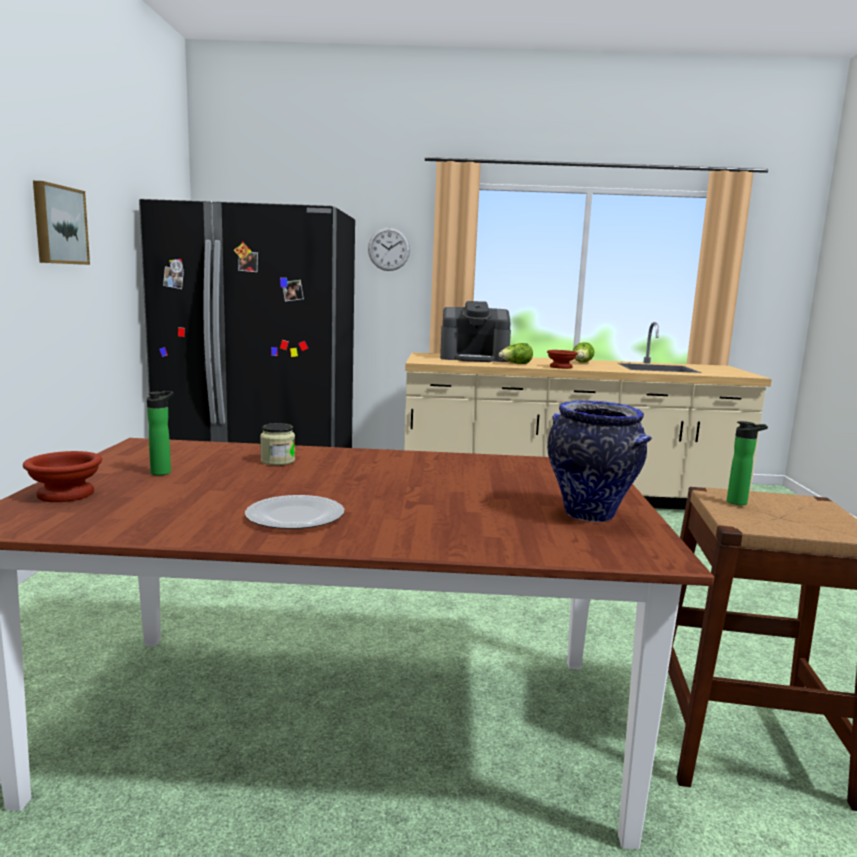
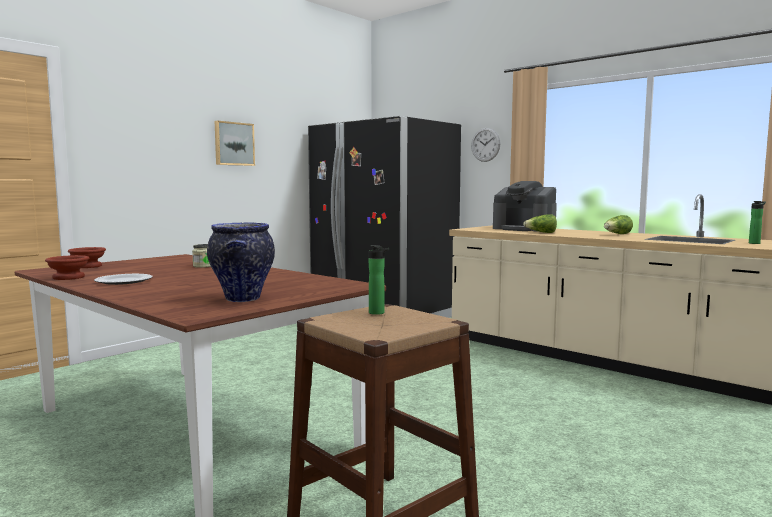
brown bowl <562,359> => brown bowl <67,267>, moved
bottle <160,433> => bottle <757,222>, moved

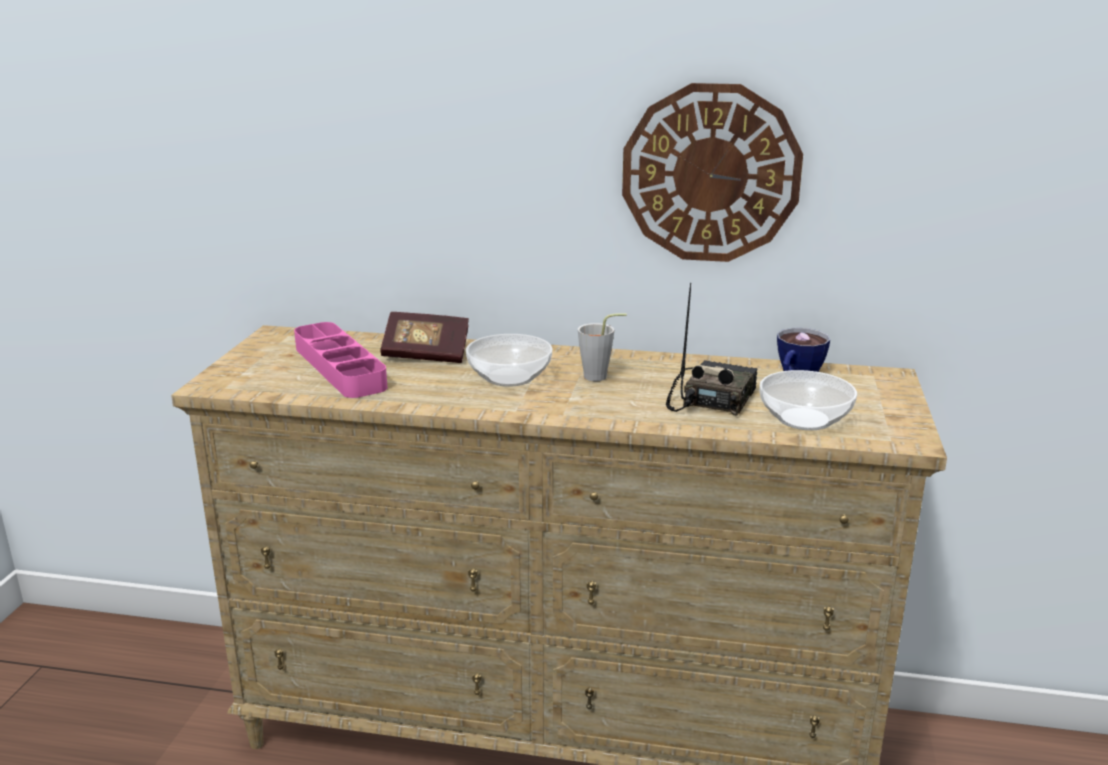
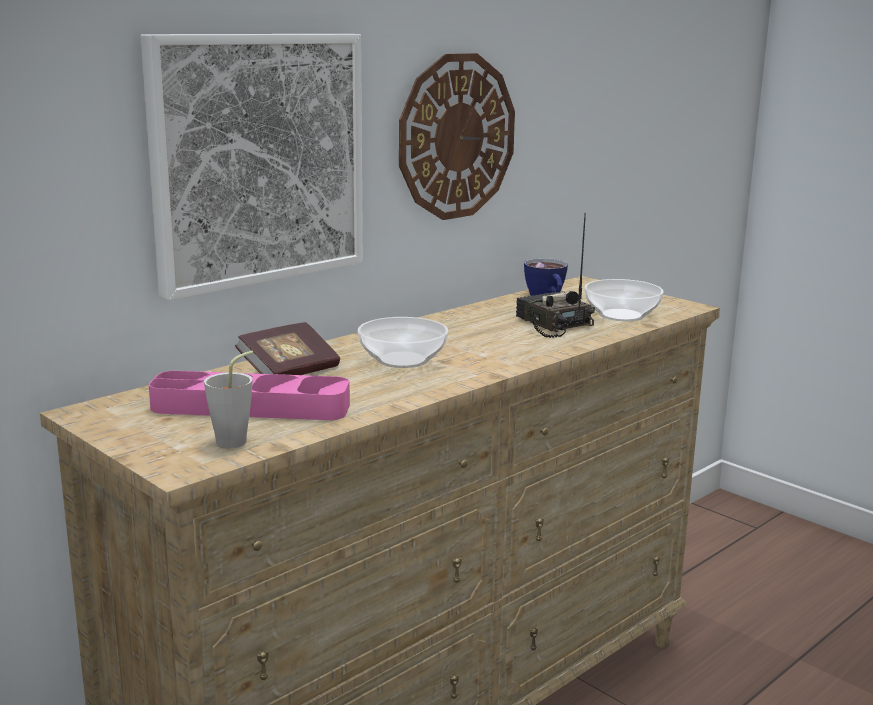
nothing => picture <251,167>
grey cup <602,347> => grey cup <228,399>, moved

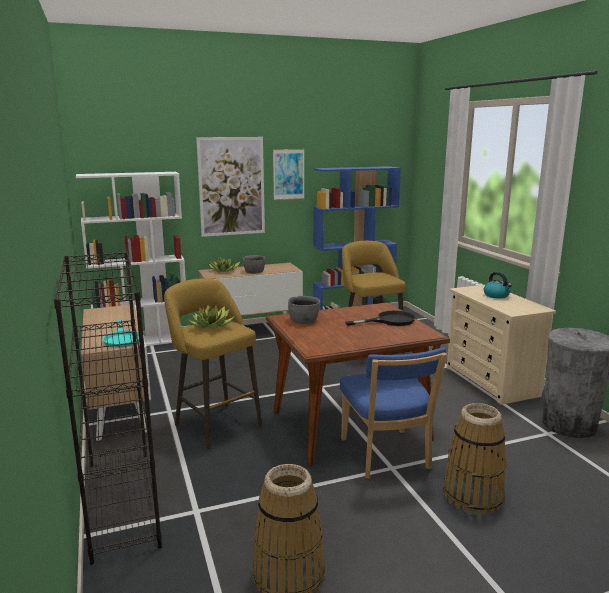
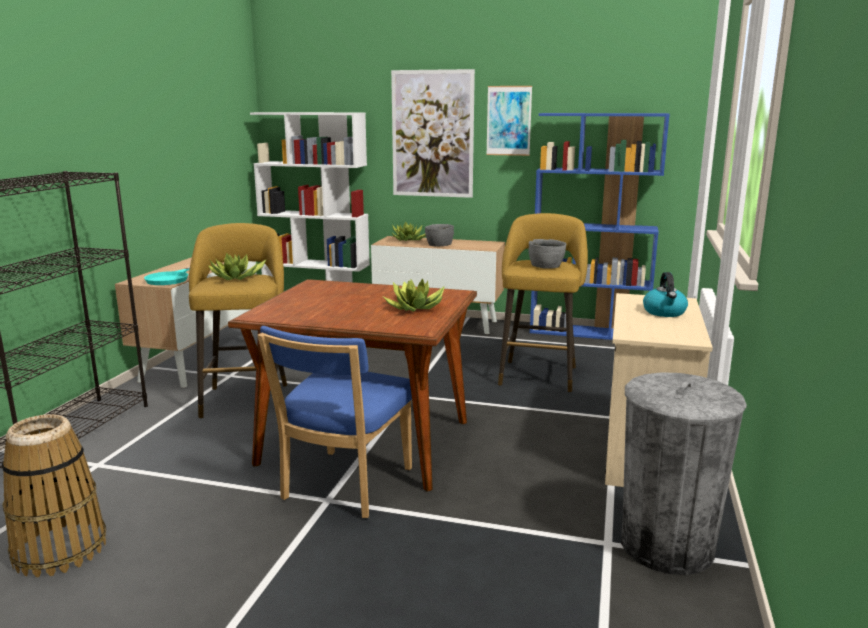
black frying pan <380,318> => potted plant <414,295>
grey bowl <304,310> => grey bowl <547,254>, moved
basket <475,459> => nothing

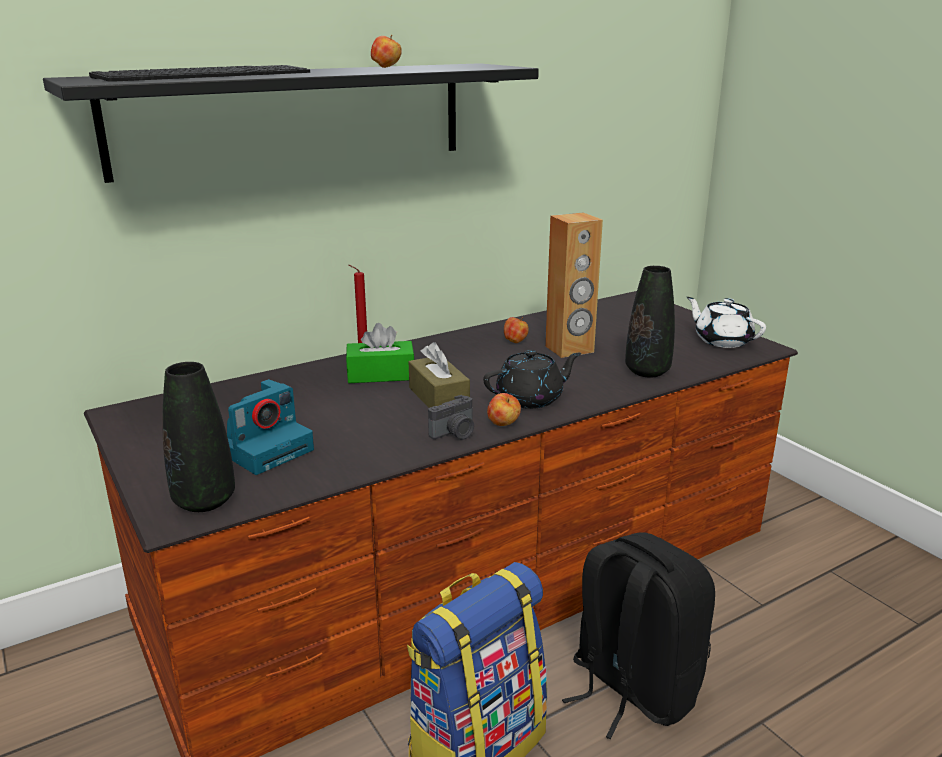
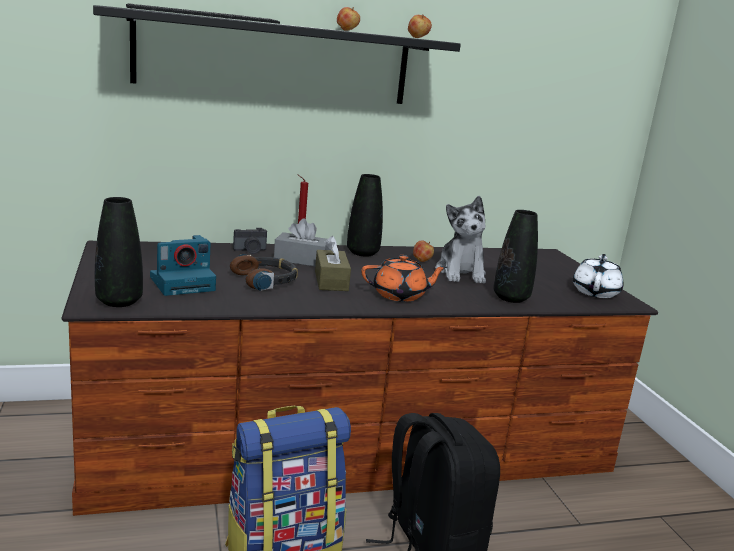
nothing => headphones <264,272>
photo camera <451,417> => photo camera <250,241>, moved
green tissue box <380,353> => grey tissue box <302,243>
nothing => black vase <365,215>
black teapot <532,379> => orange teapot <404,278>
apple <504,409> => apple <420,26>, moved
brown speaker <574,285> => plush toy <460,239>
white teapot <726,322> => white teapot <598,276>, 45 degrees clockwise

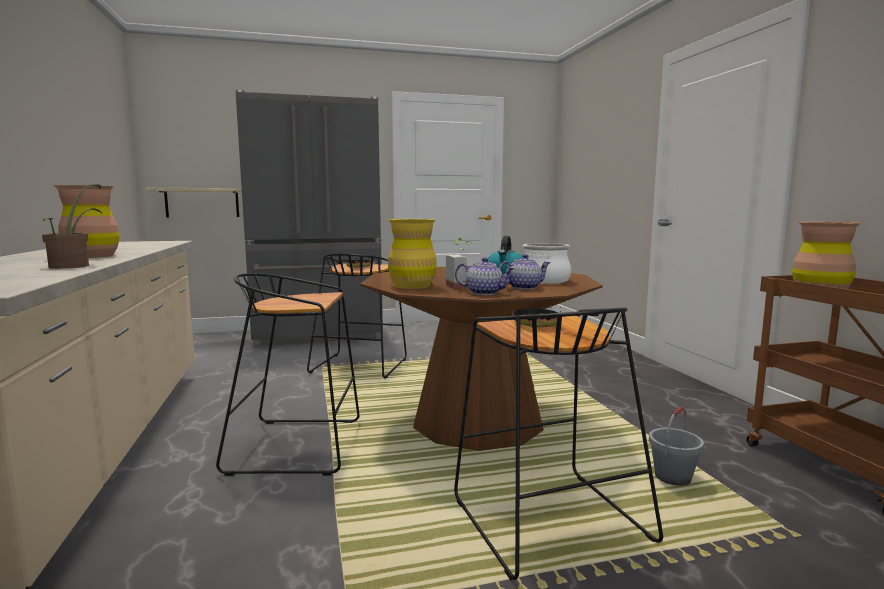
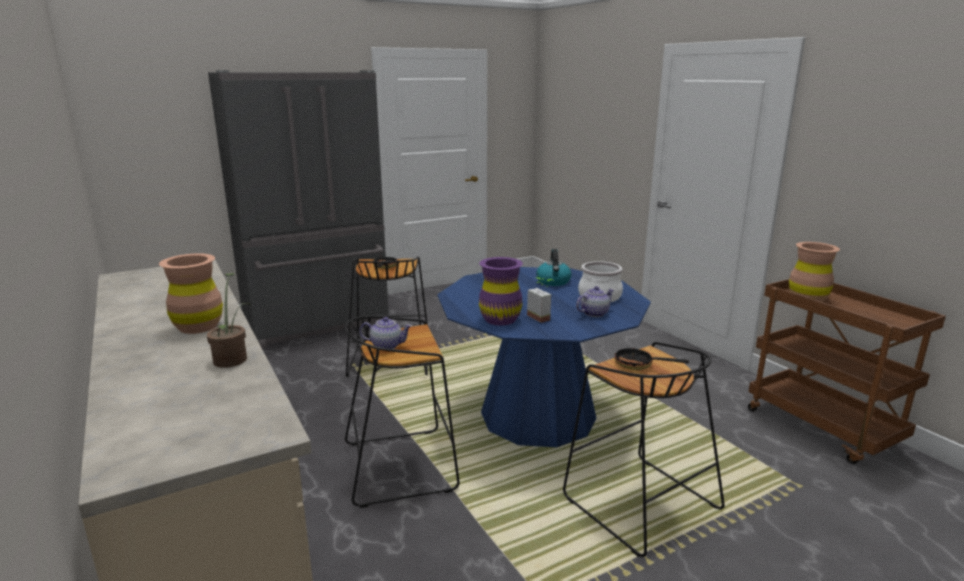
teapot <485,276> => teapot <386,333>, moved
brown dining table <481,358> => blue dining table <544,357>
yellow vase <412,254> => purple vase <501,291>
beige shelf <193,202> => nothing
grey bucket <676,446> => nothing

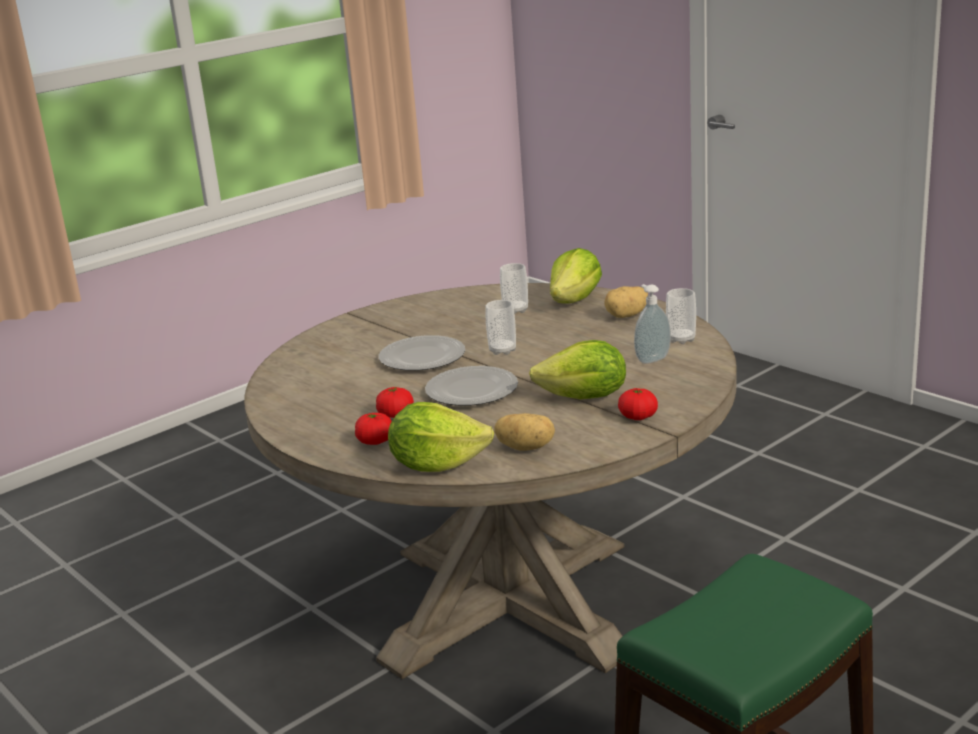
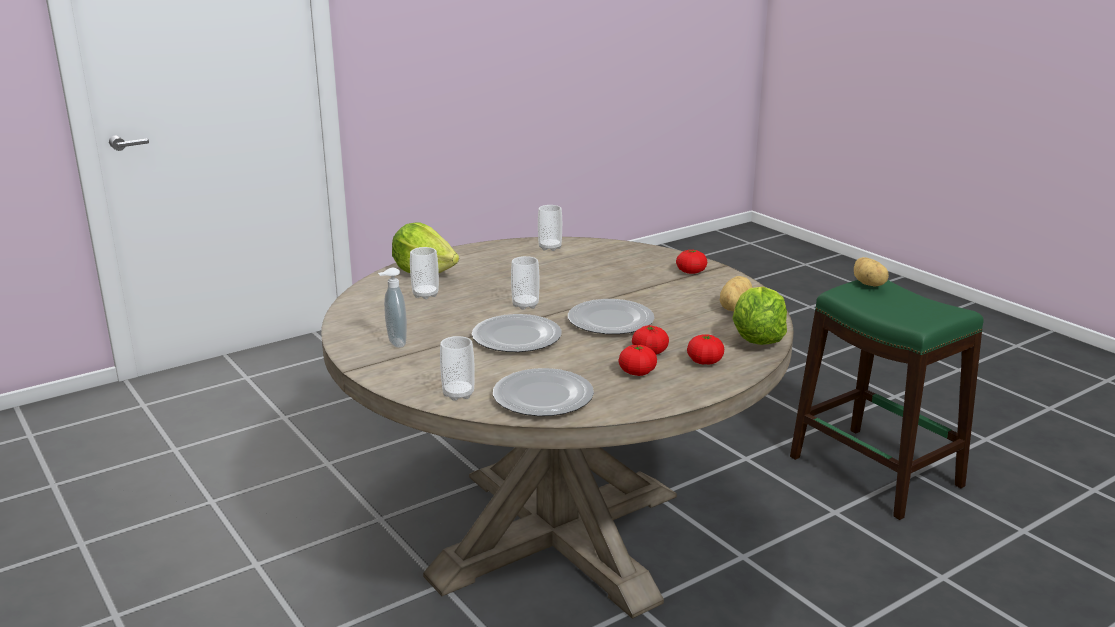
soap dispenser <652,324> => soap dispenser <392,308>, moved
nothing => cup <457,368>
nothing => plate <543,392>
nothing => tomato <638,360>
potato <626,302> => potato <871,272>, moved
lettuce <577,369> => nothing

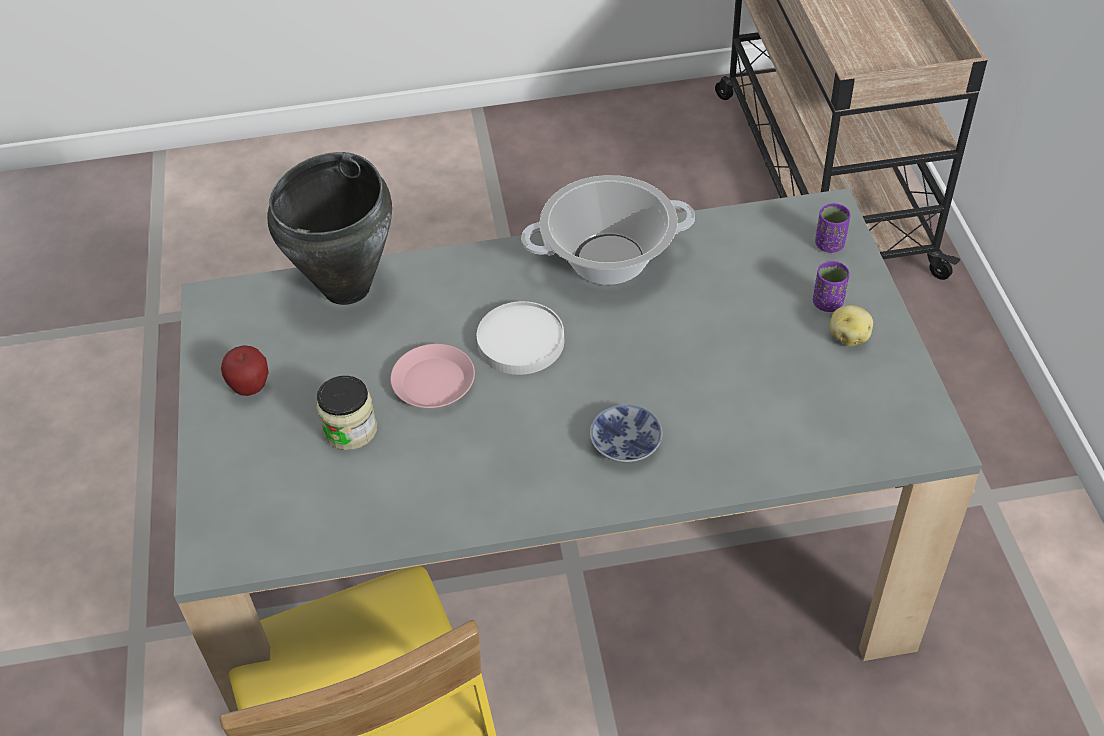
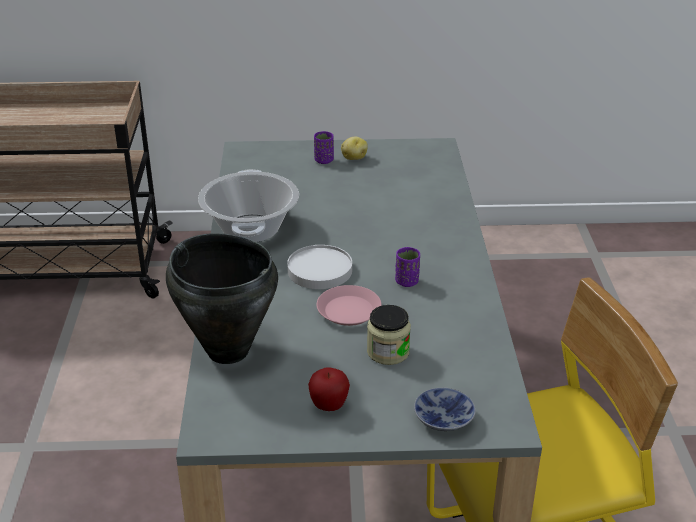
purple cup <833,228> => purple cup <407,267>, moved
bowl <626,434> => bowl <445,409>, moved

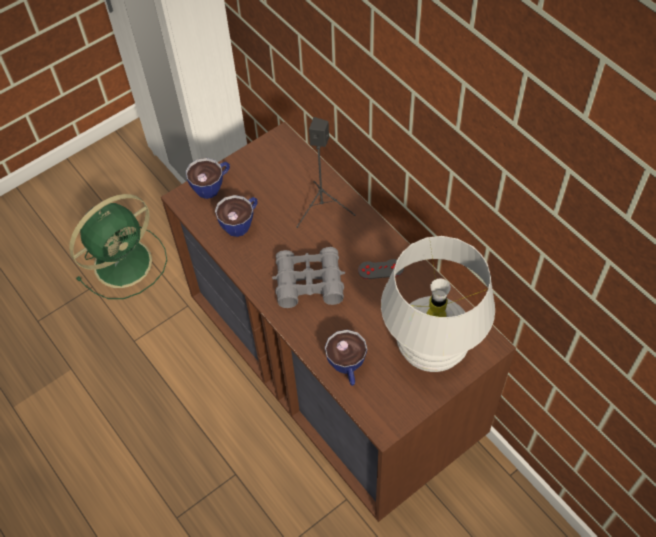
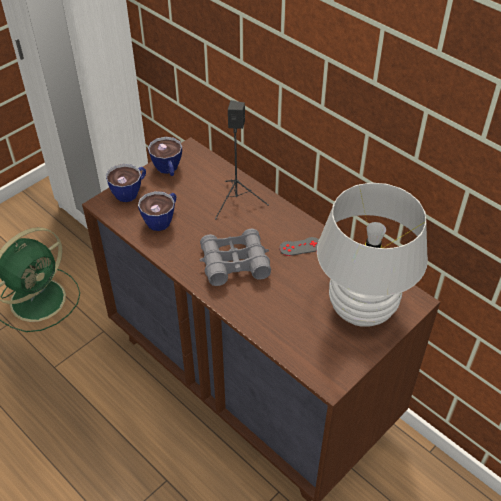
cup <346,358> => cup <165,156>, moved

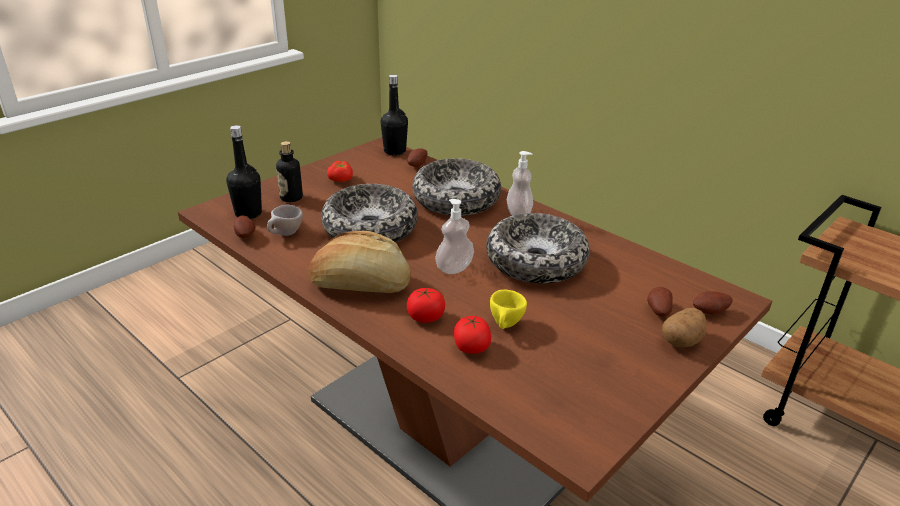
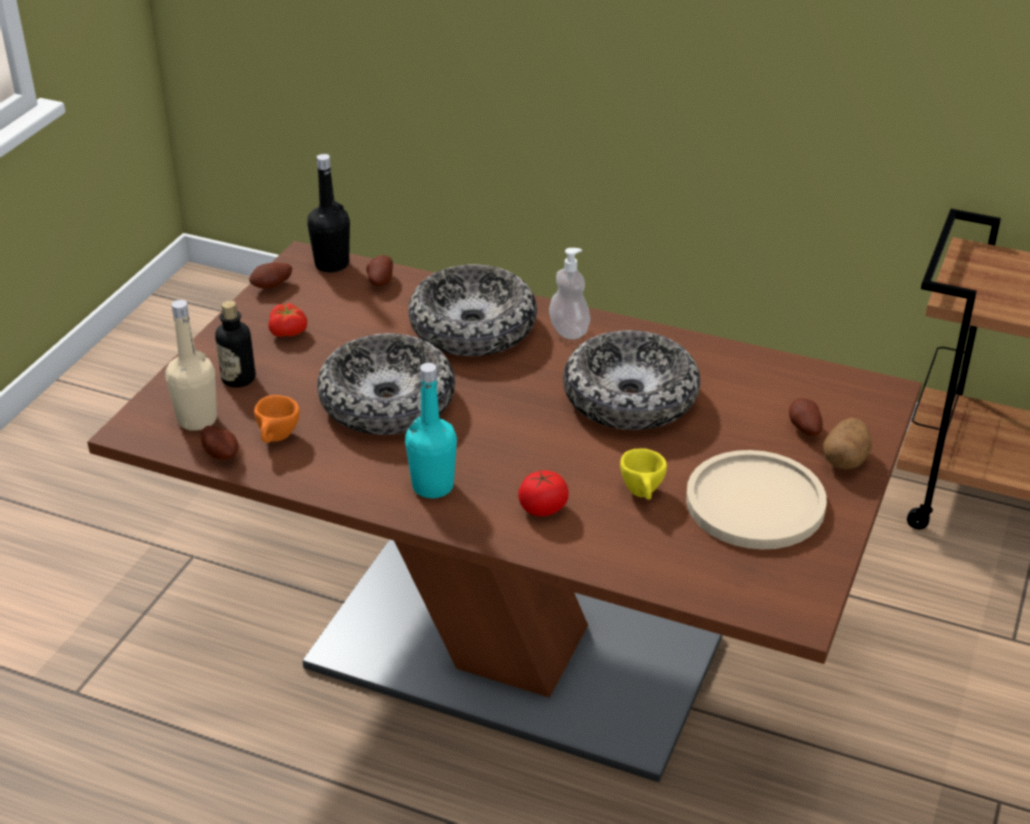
black bottle <244,172> => beige bottle <191,365>
potato <713,302> => potato <270,275>, moved
beige cup <285,220> => orange cup <277,419>
bread <359,262> => turquoise bottle <431,430>
nothing => beige plate <756,500>
soap dispenser <454,236> => nothing
tomato <472,335> => nothing

